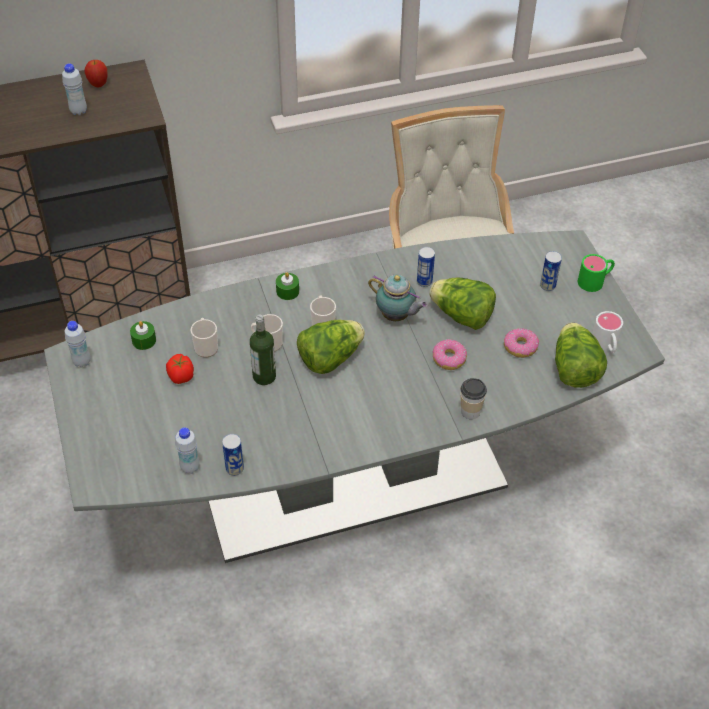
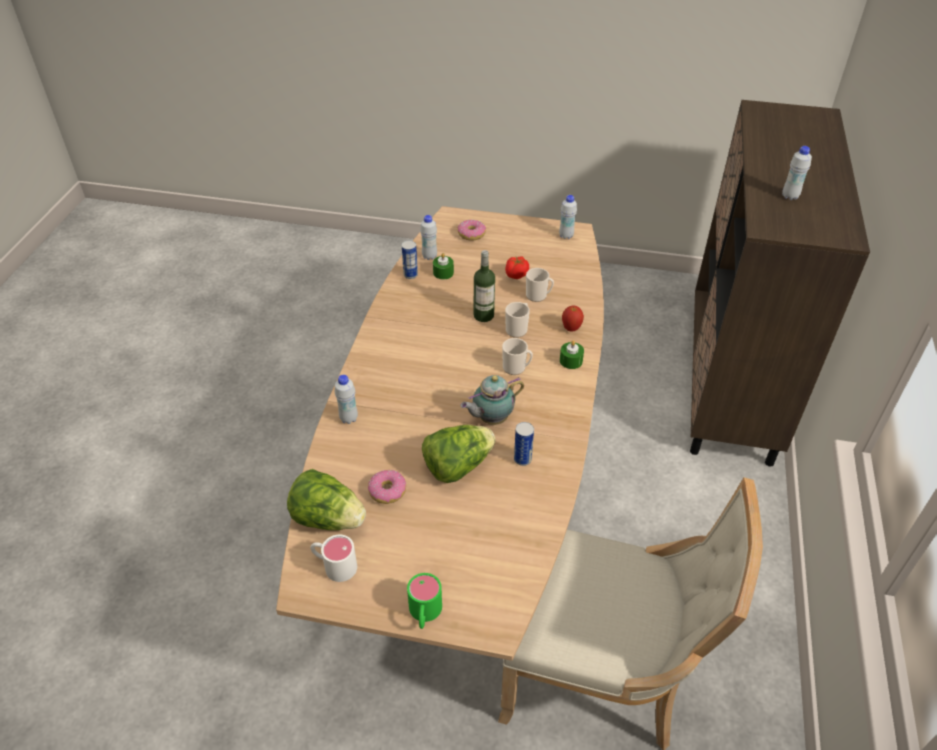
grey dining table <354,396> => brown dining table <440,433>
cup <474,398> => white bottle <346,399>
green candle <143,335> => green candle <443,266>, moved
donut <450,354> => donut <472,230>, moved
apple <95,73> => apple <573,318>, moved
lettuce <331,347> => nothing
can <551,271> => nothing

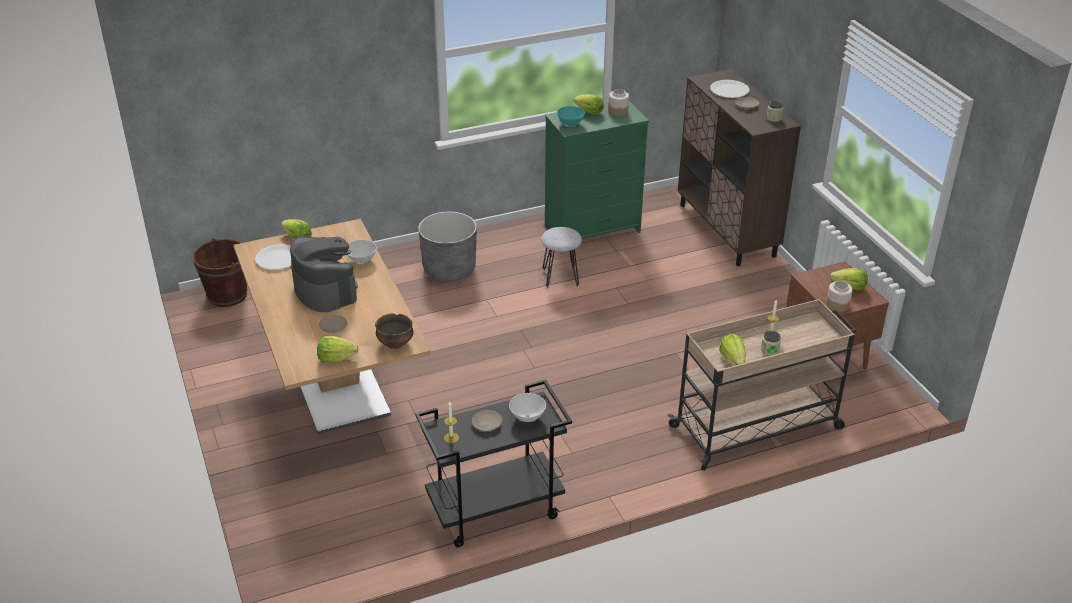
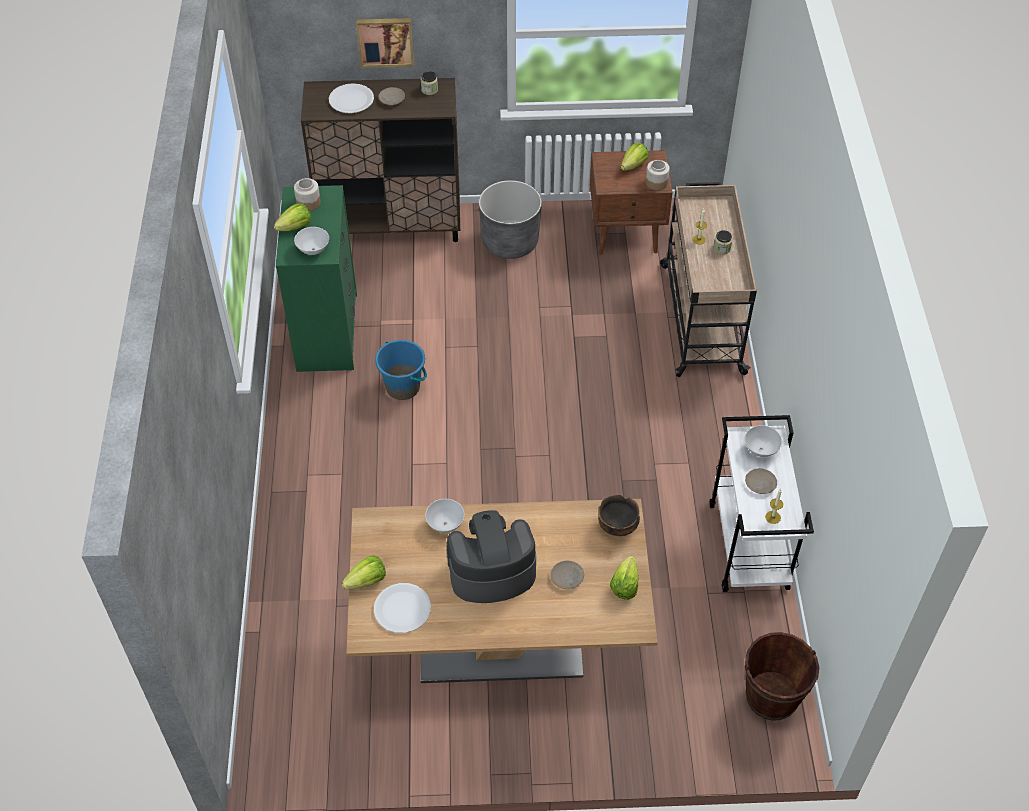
turquoise bowl <571,116> => white bowl <311,241>
nothing => picture <385,43>
grey stool <561,257> => blue bucket <401,370>
grey planter <447,247> => grey planter <510,219>, moved
black cart <493,463> => white cart <761,503>
brown bucket <219,272> => brown bucket <782,676>, moved
lettuce <732,350> => nothing

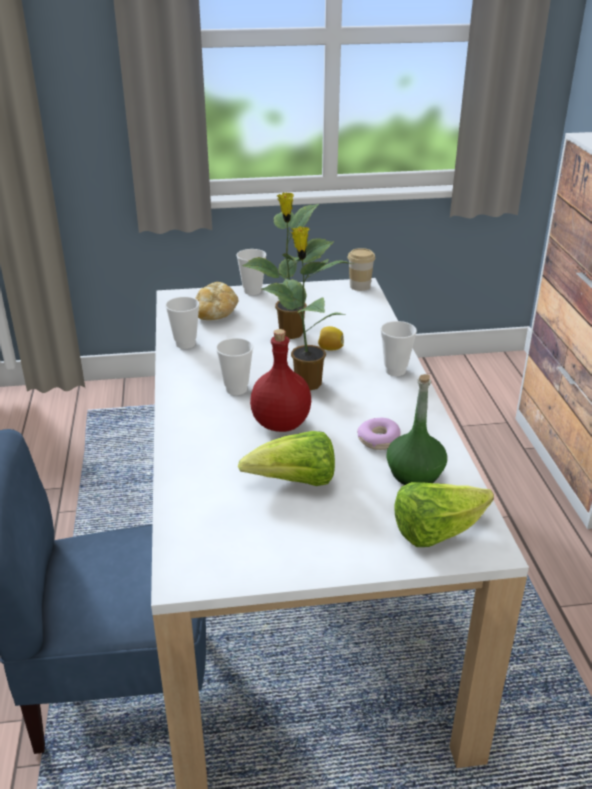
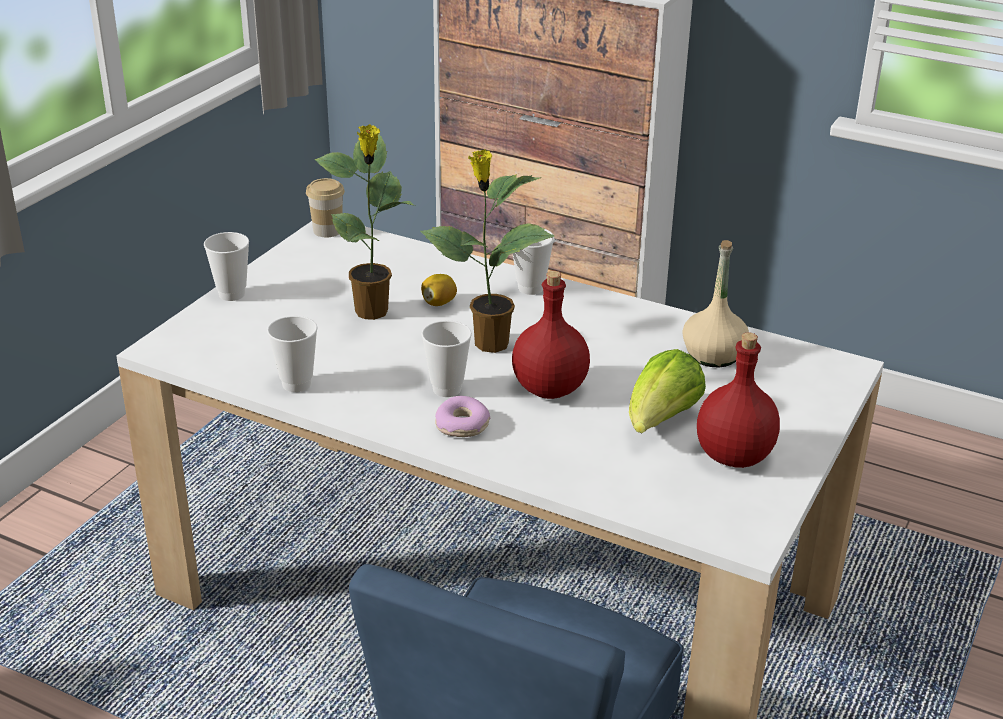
donut <379,434> => donut <462,416>, moved
green bottle <416,429> => beige bottle <715,303>
nothing => red bottle <738,400>
bread <216,301> => nothing
lettuce <444,514> => nothing

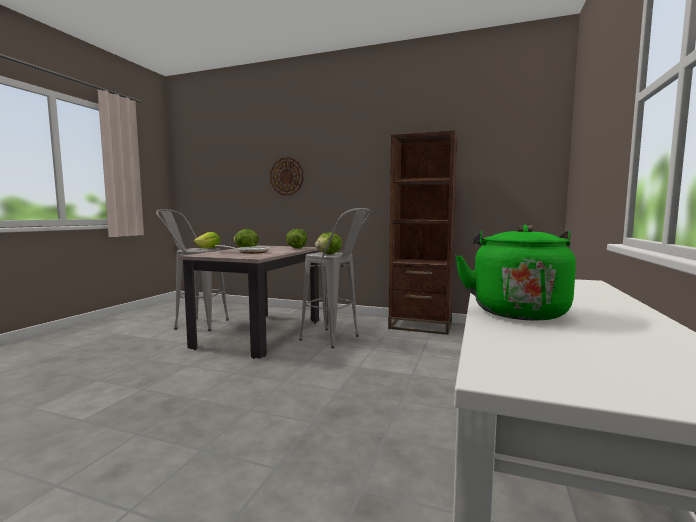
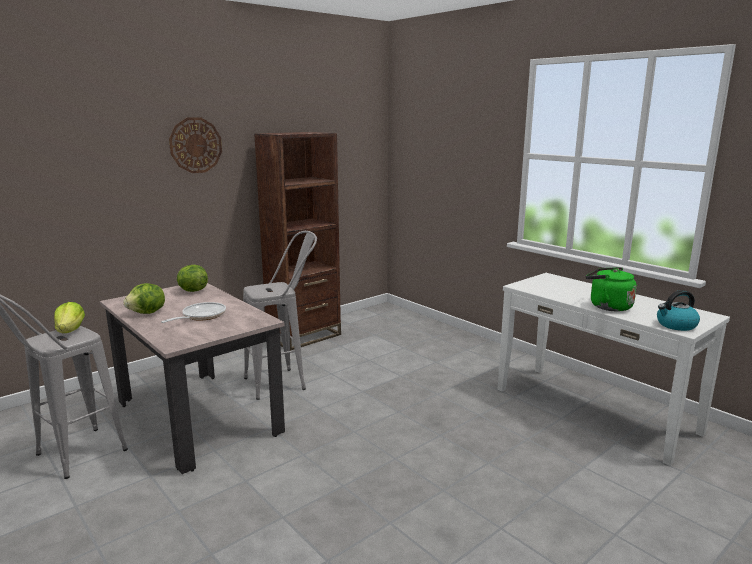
wall clock <287,176> => wall clock <195,145>, moved
nothing => kettle <678,310>
lettuce <328,243> => nothing

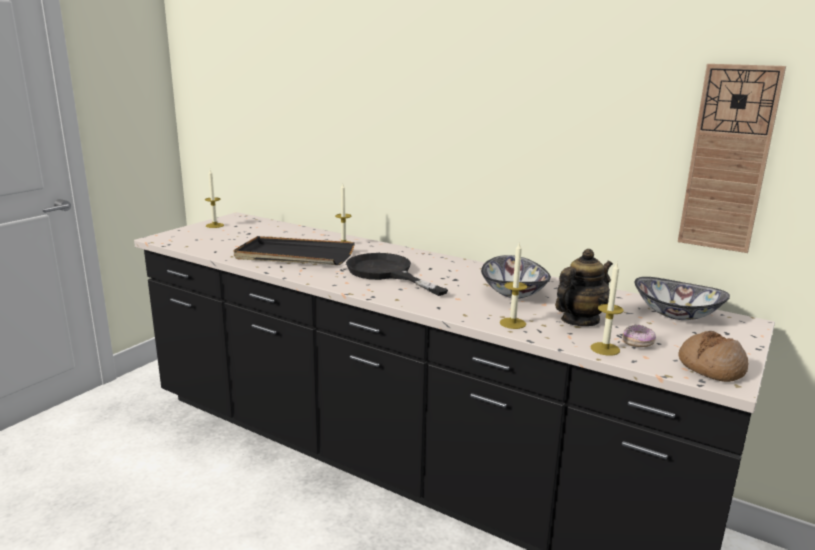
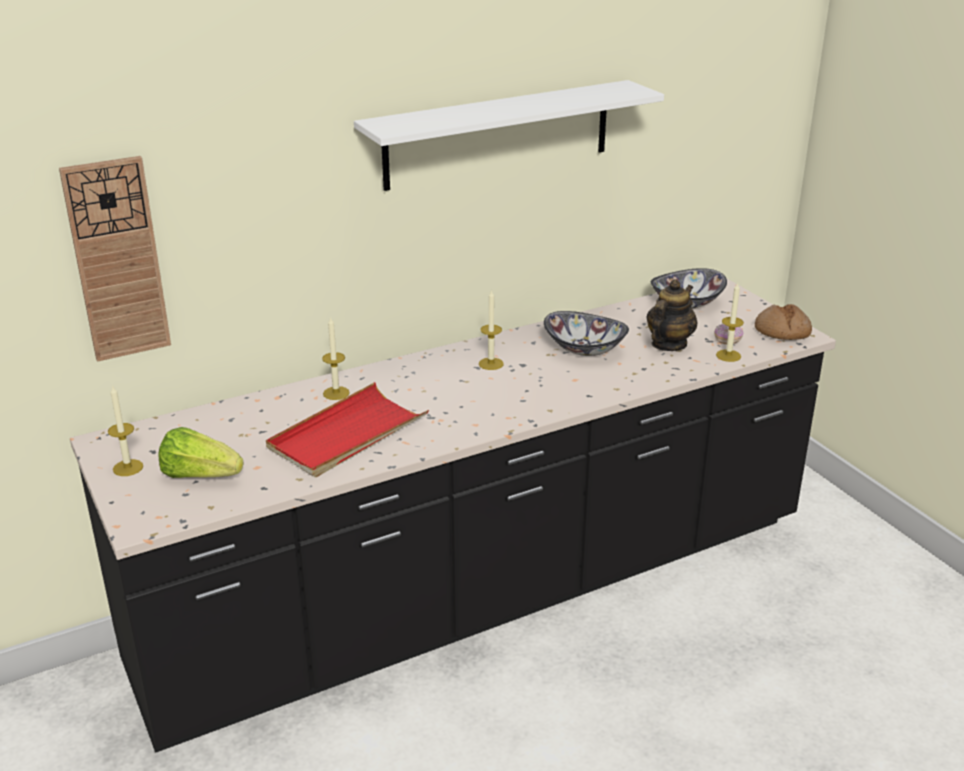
wall clock <732,158> => wall clock <115,259>, moved
nothing => lettuce <201,452>
black tray <294,250> => red tray <347,429>
nothing => white shelf <509,135>
candle <513,286> => candle <491,329>, moved
teapot <584,287> => teapot <672,315>, 45 degrees clockwise
black frying pan <397,274> => nothing

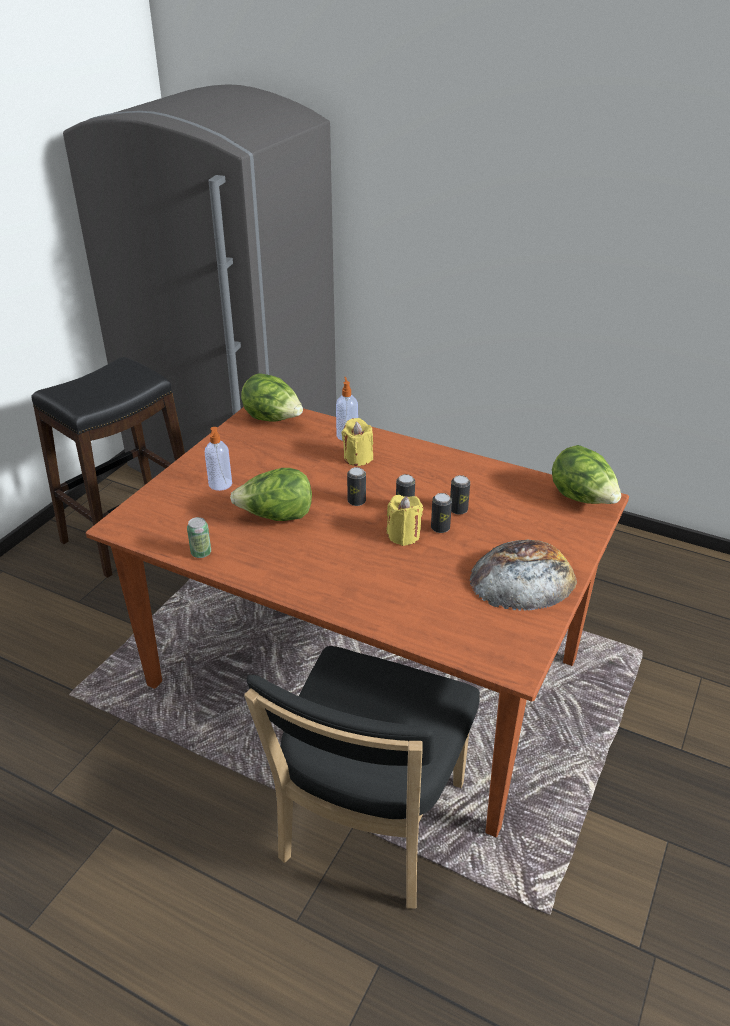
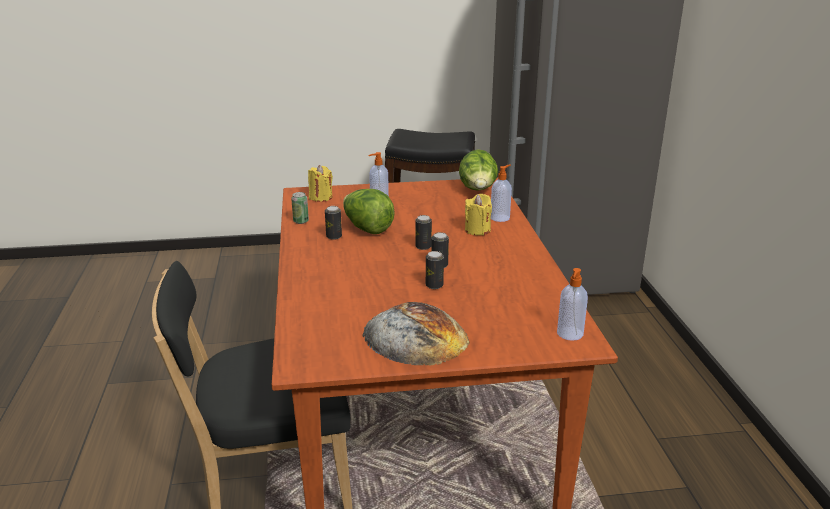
yellow candle <404,520> => yellow candle <320,183>, moved
can <460,495> => can <333,223>, moved
lettuce <586,474> => soap dispenser <572,304>

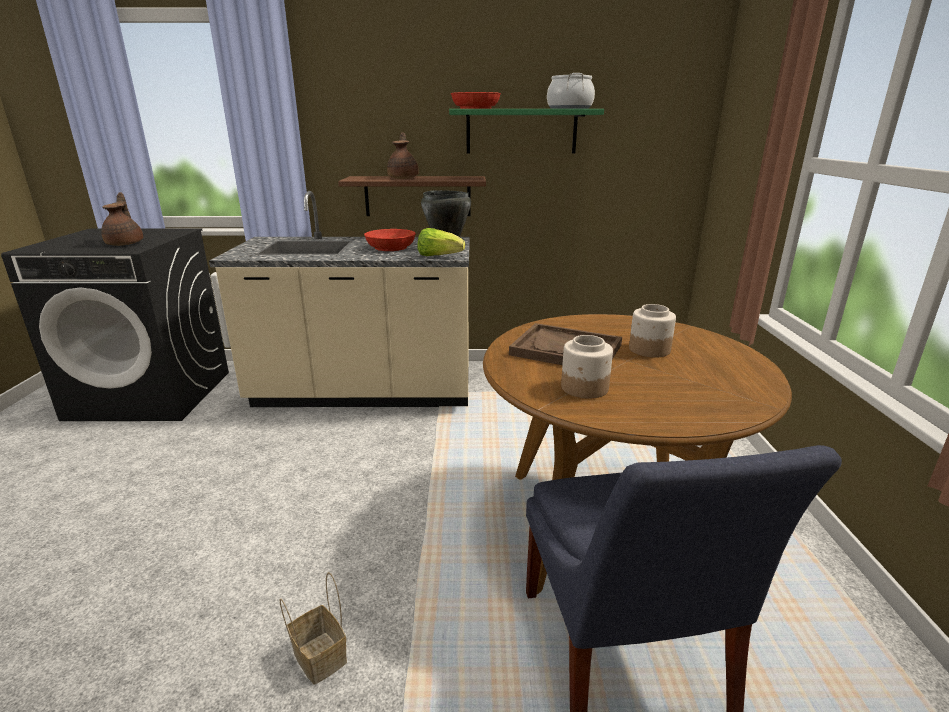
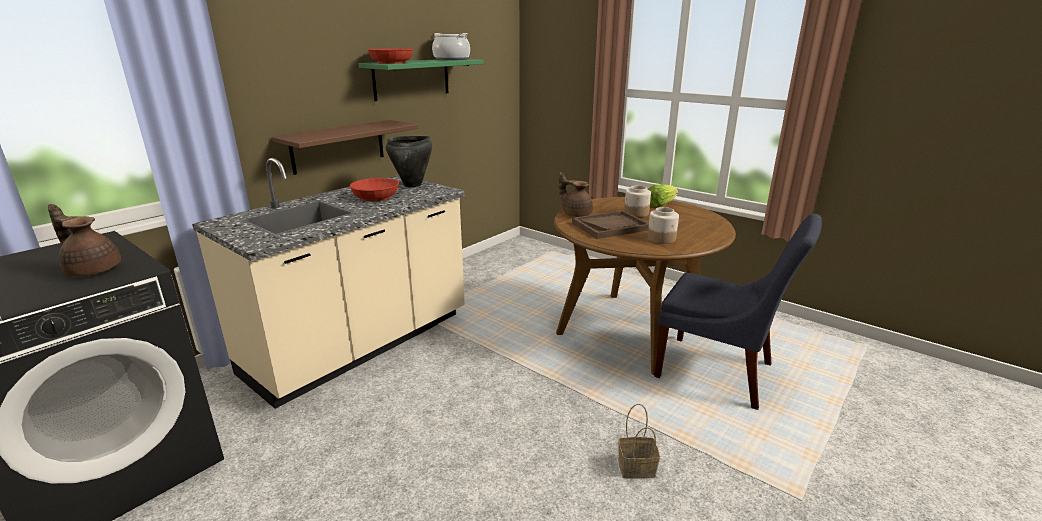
brown teapot <403,155> => brown teapot <576,194>, moved
lettuce <441,242> => lettuce <663,195>, moved

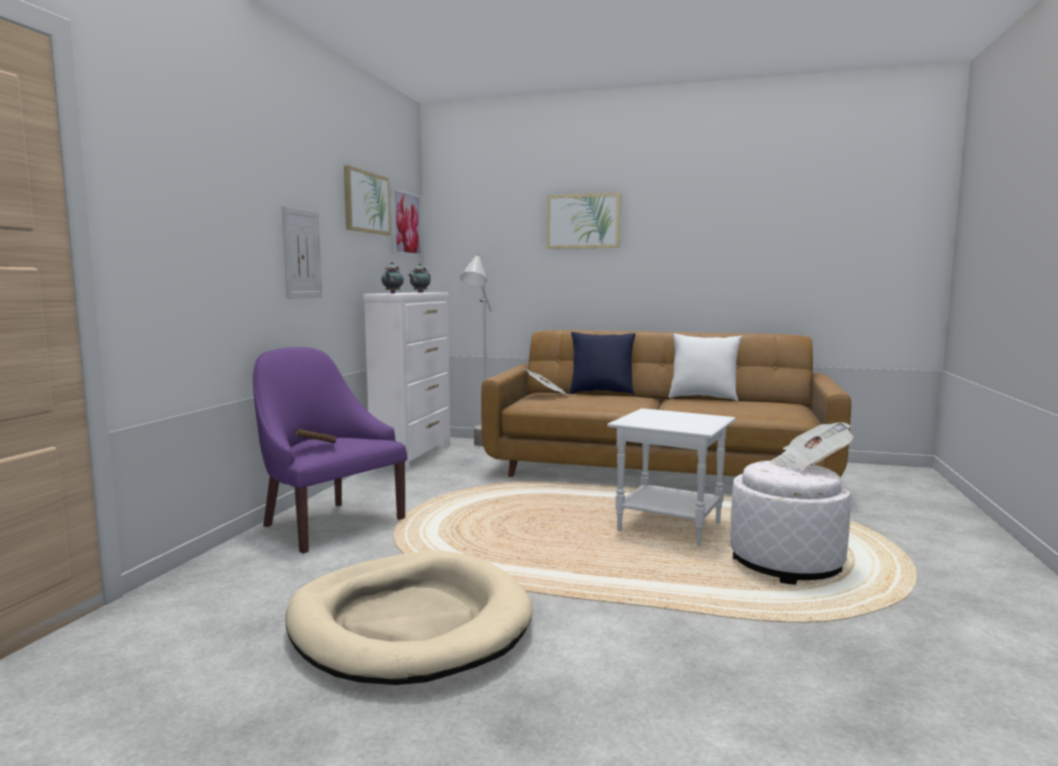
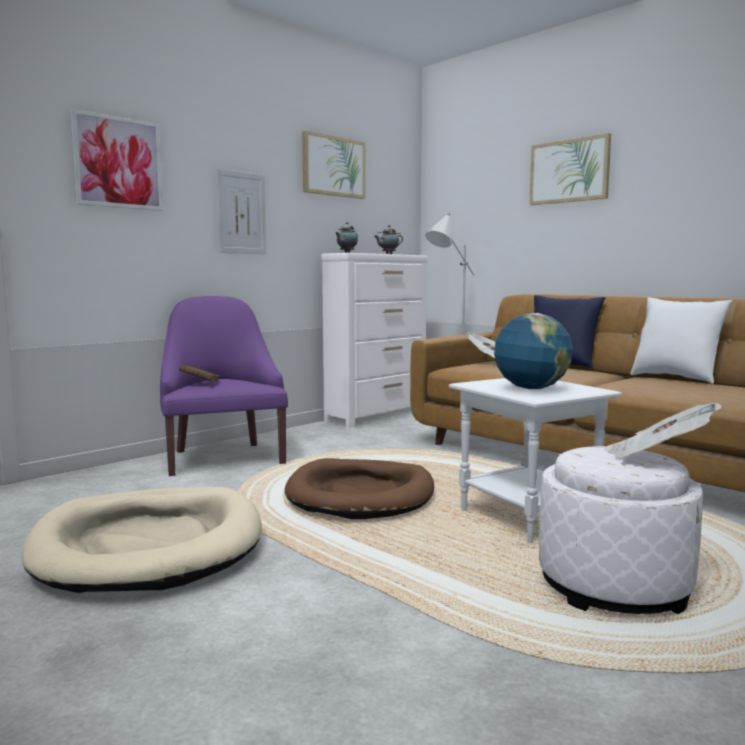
picture <407,222> => picture <116,160>, moved
nothing => brown dog bed <359,488>
nothing => globe <533,351>

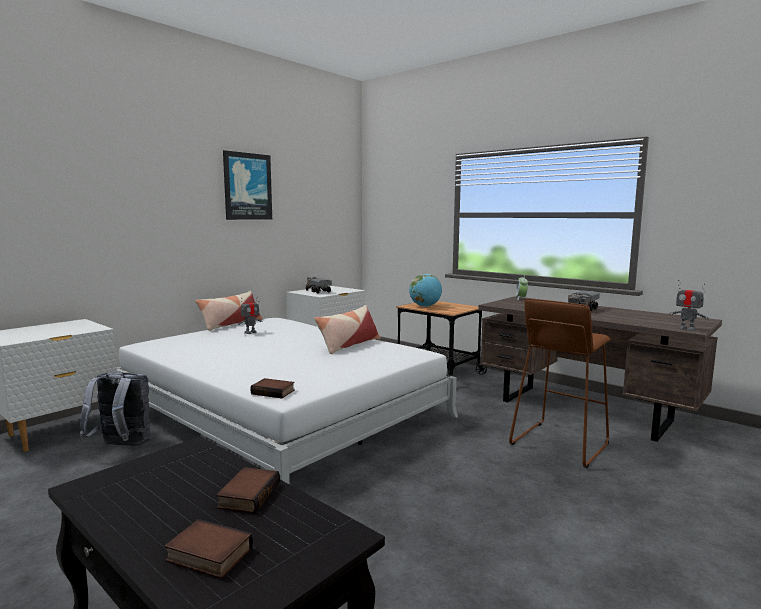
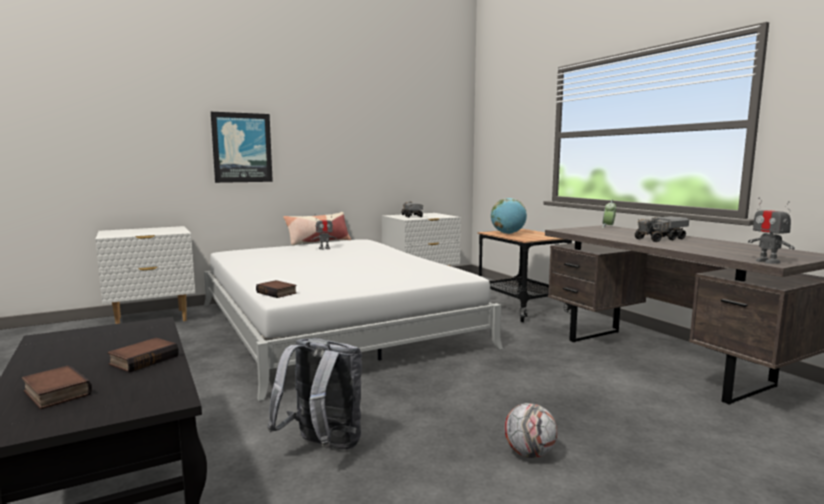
picture <247,185> => picture <242,147>, moved
grey backpack <115,408> => grey backpack <314,394>, moved
nothing => football <530,430>
pillow <347,329> => nothing
brown stool <559,383> => nothing

